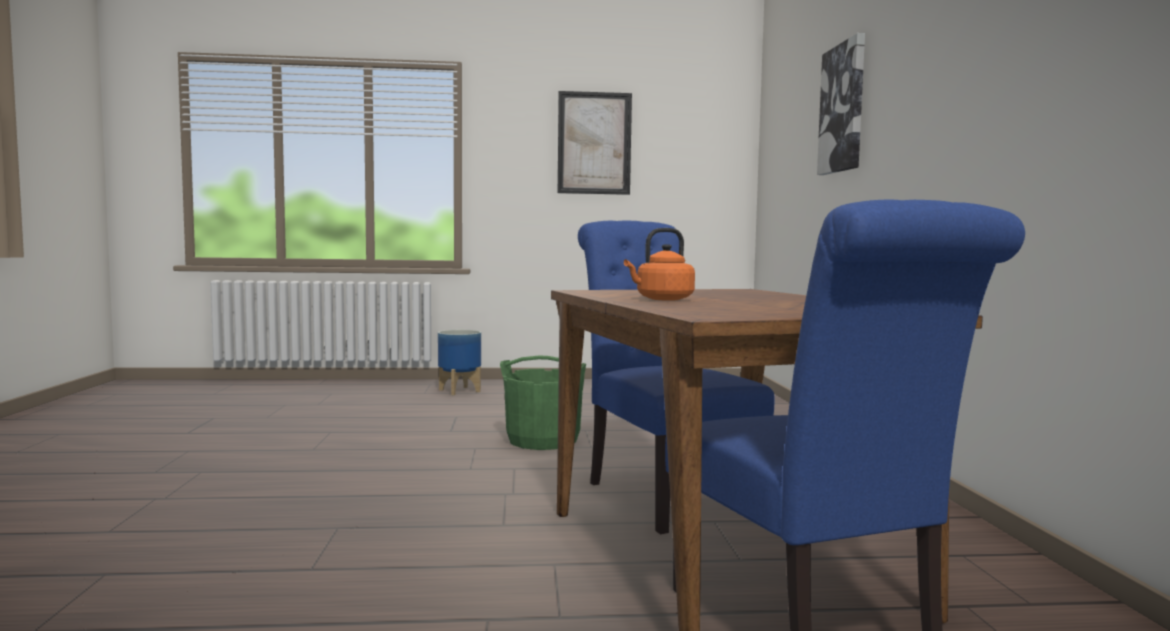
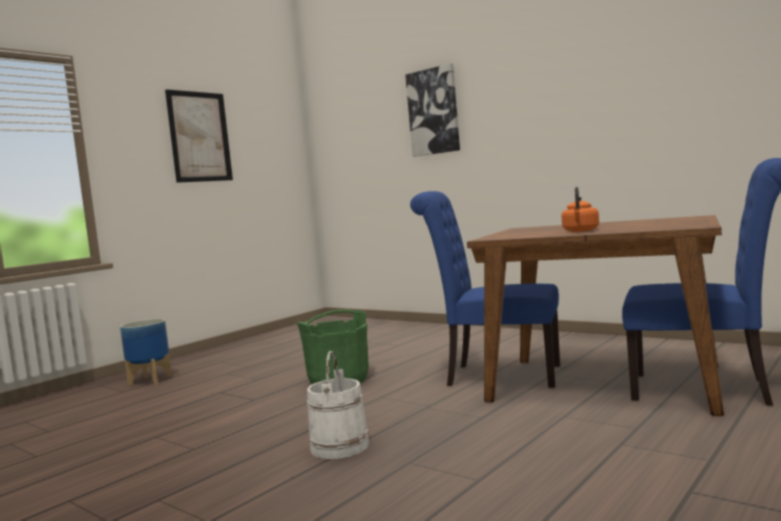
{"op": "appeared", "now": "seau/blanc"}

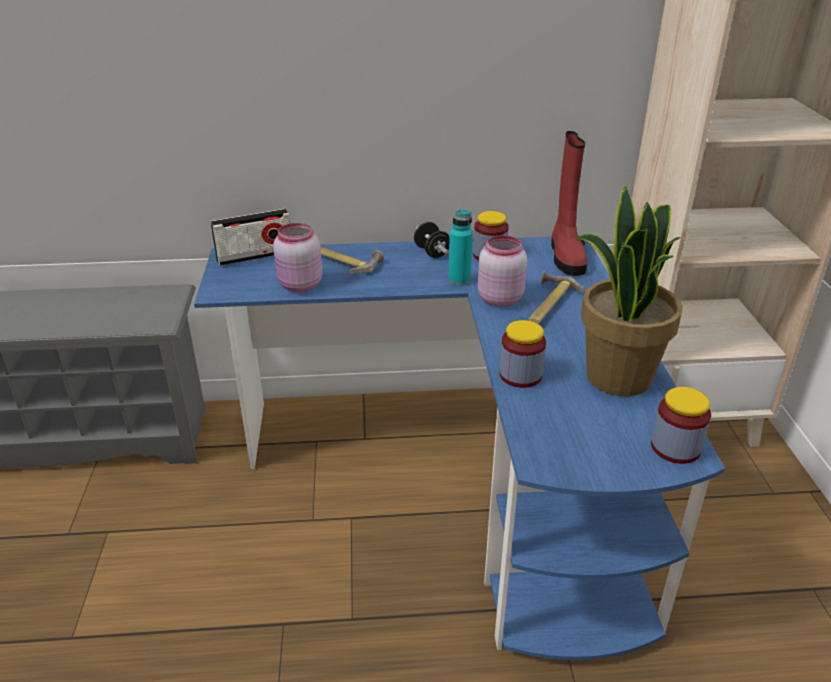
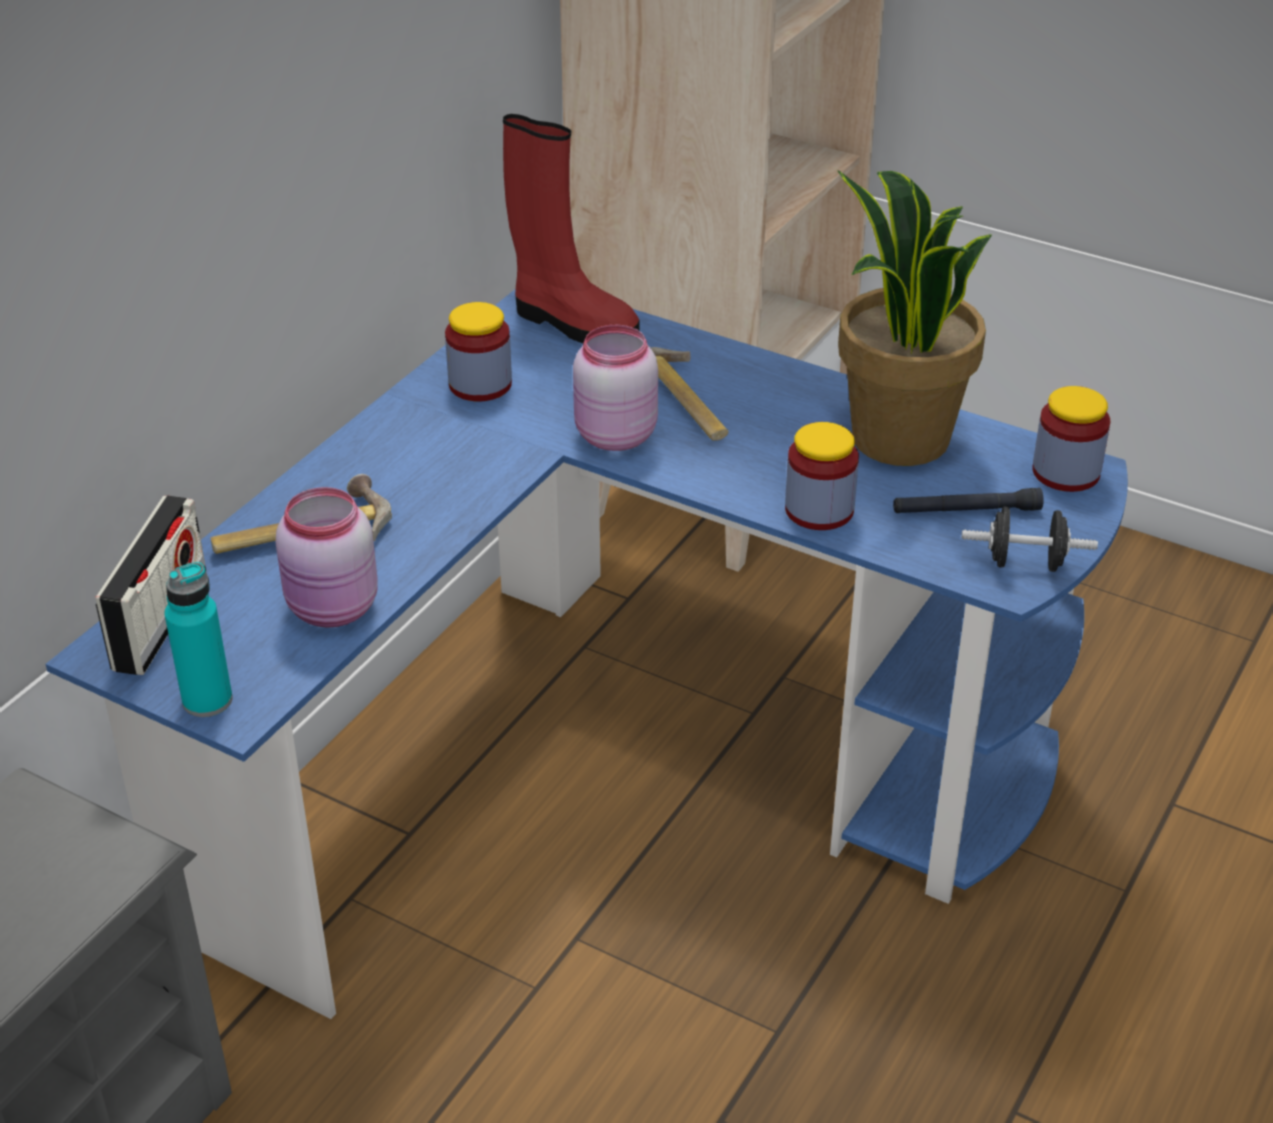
{"op": "relocated", "was": "bouteille/turquoise"}
{"op": "relocated", "was": "haltère/noir"}
{"op": "appeared", "now": "lampe de poche/noir"}

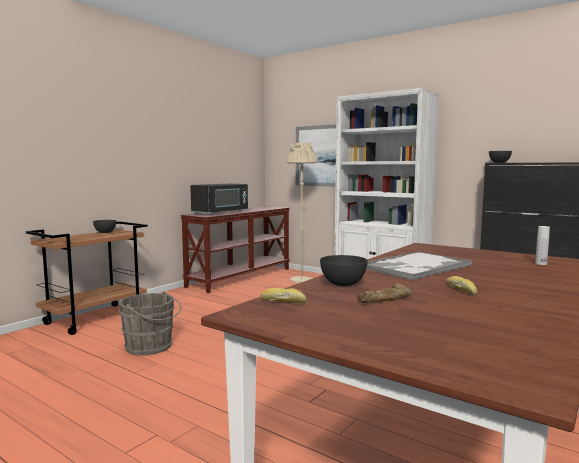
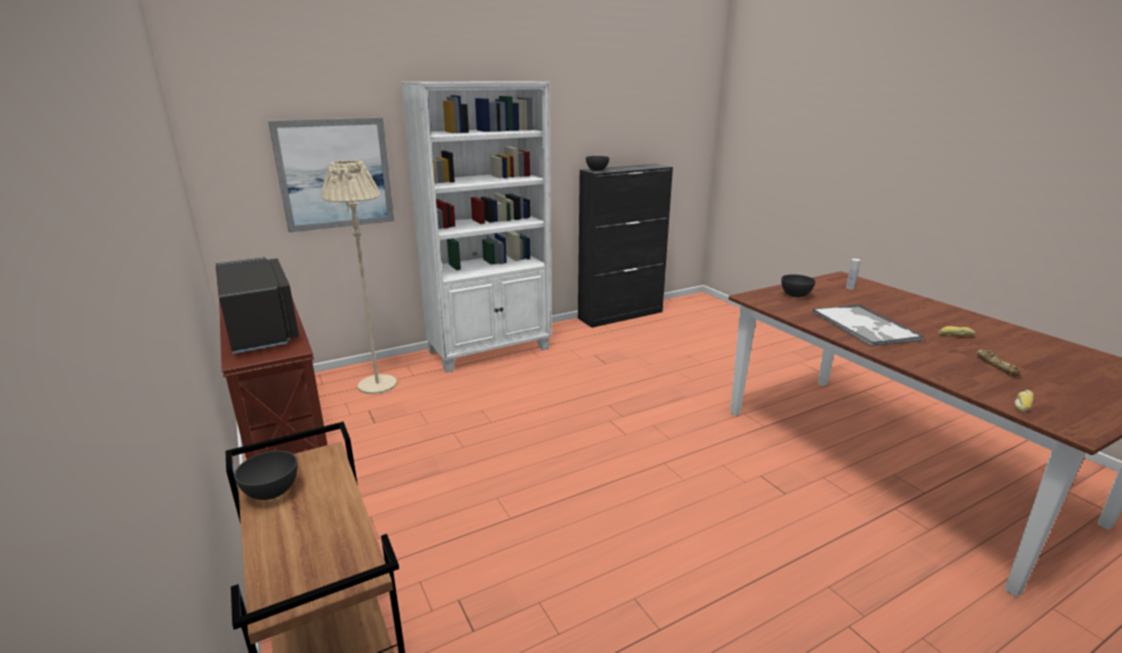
{"op": "relocated", "was": "bol/gris (no. 2 from left in the first image)", "now": "bol/gris (no. 3 from left)"}
{"op": "missing", "was": "seau/gris"}

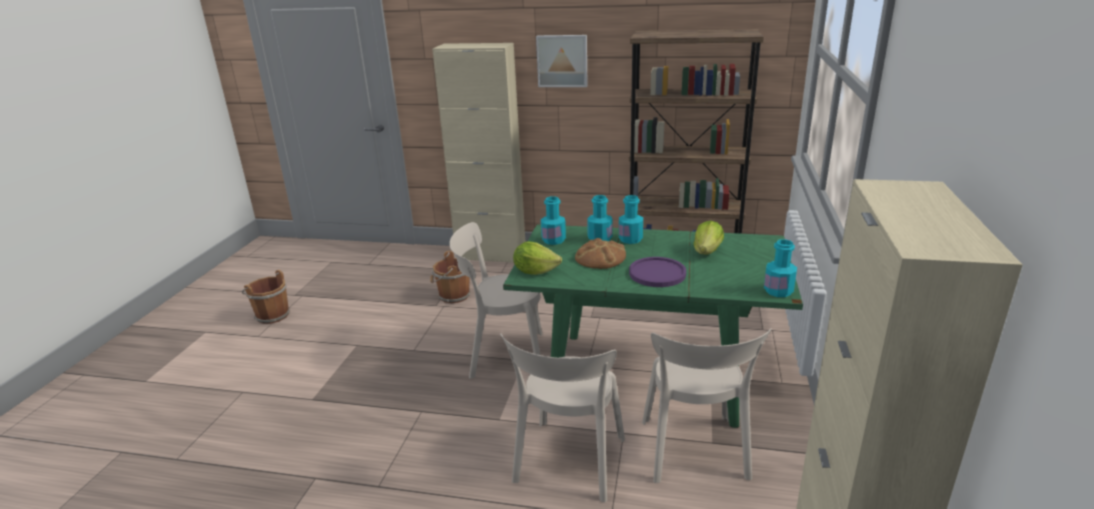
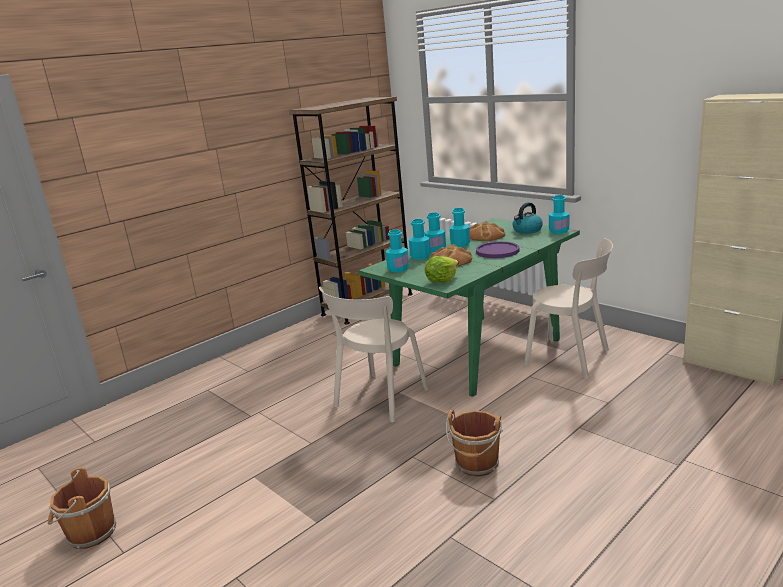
{"op": "missing", "was": "tableau"}
{"op": "missing", "was": "meuble de rangement/beige (no. 1 from left)"}
{"op": "exchanged", "was": "laitue (no. 2 from left)", "now": "pain (no. 2 from left)"}
{"op": "relocated", "was": "seau/marron (no. 2 from left)"}
{"op": "missing", "was": "chaise/beige (no. 2 from left)"}
{"op": "appeared", "now": "bouilloire"}
{"op": "appeared", "now": "bouteille/turquoise (no. 4 from left)"}

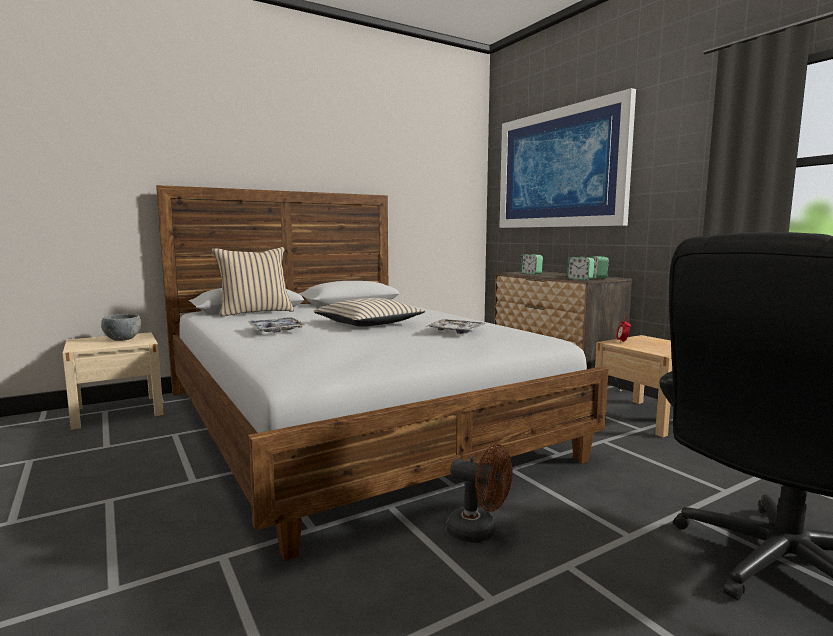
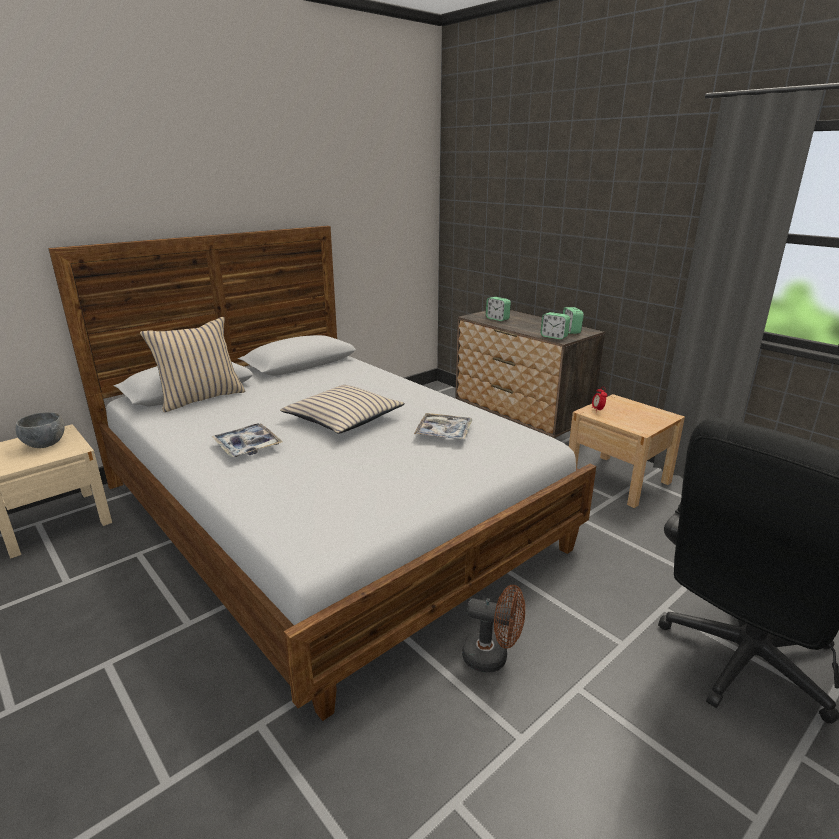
{"op": "missing", "was": "tableau"}

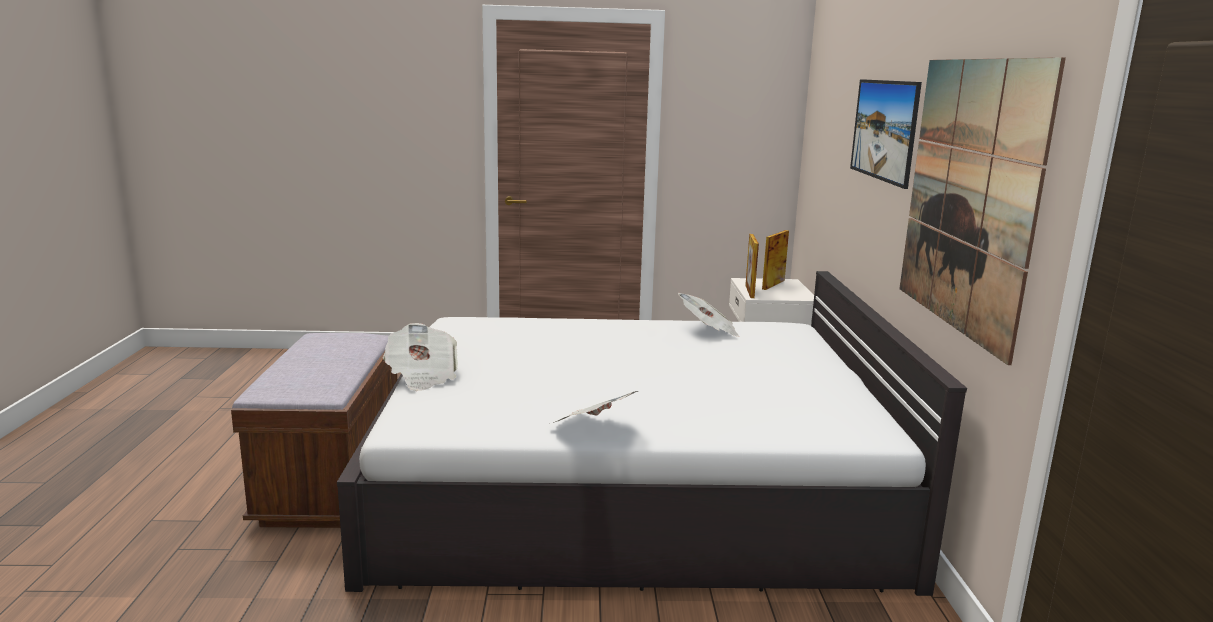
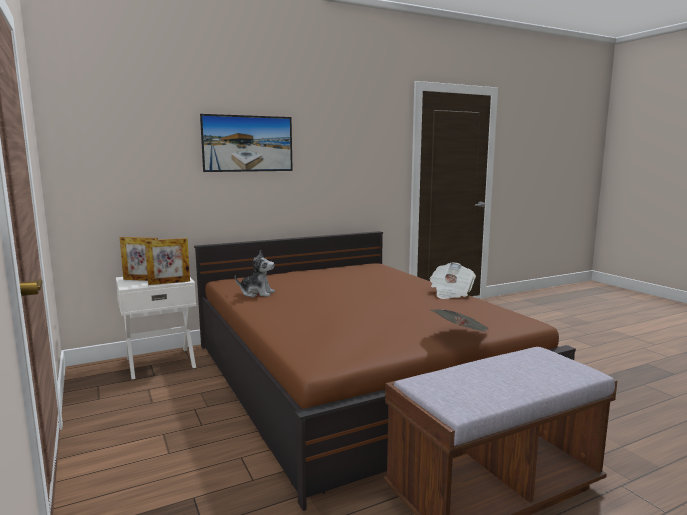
{"op": "missing", "was": "tableau (no. 2 from left)"}
{"op": "colour", "was": "lit/blanc", "now": "lit/marron"}
{"op": "exchanged", "was": "journal (no. 3 from left)", "now": "peluche"}

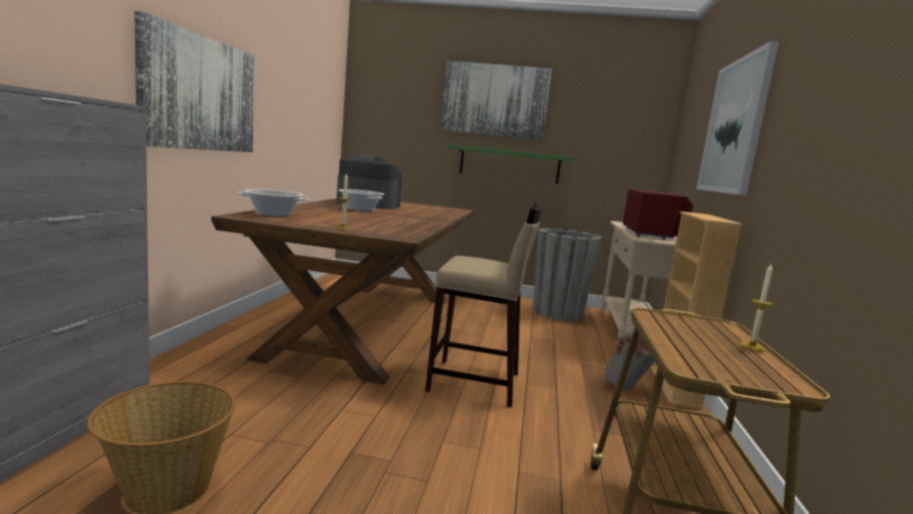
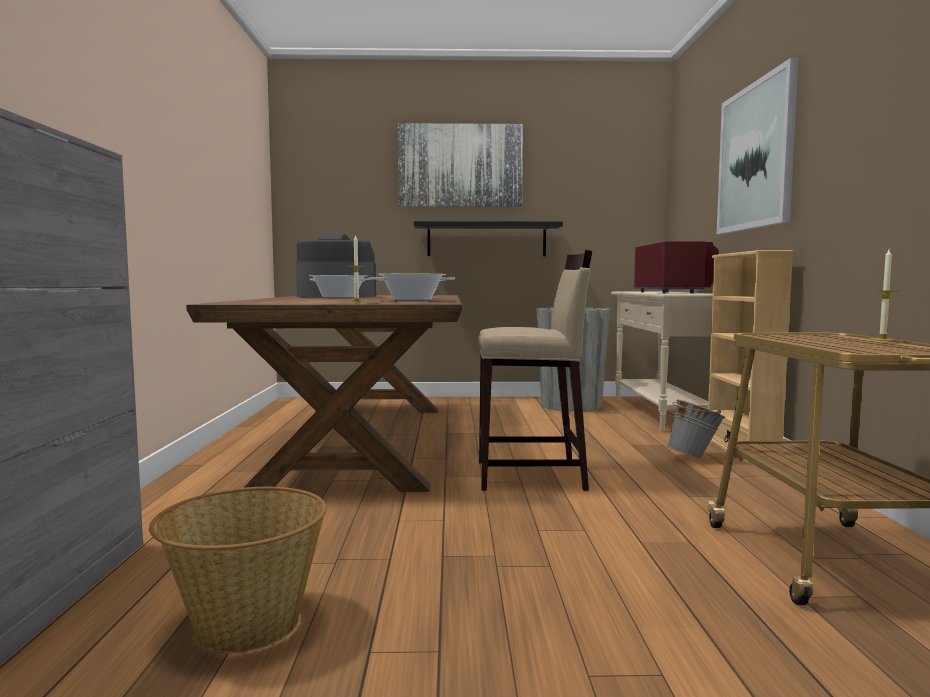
{"op": "missing", "was": "tableau (no. 1 from left)"}
{"op": "colour", "was": "étagère/vert", "now": "étagère/noir"}
{"op": "relocated", "was": "marmite (no. 1 from left in the first image)", "now": "marmite (no. 2 from left)"}

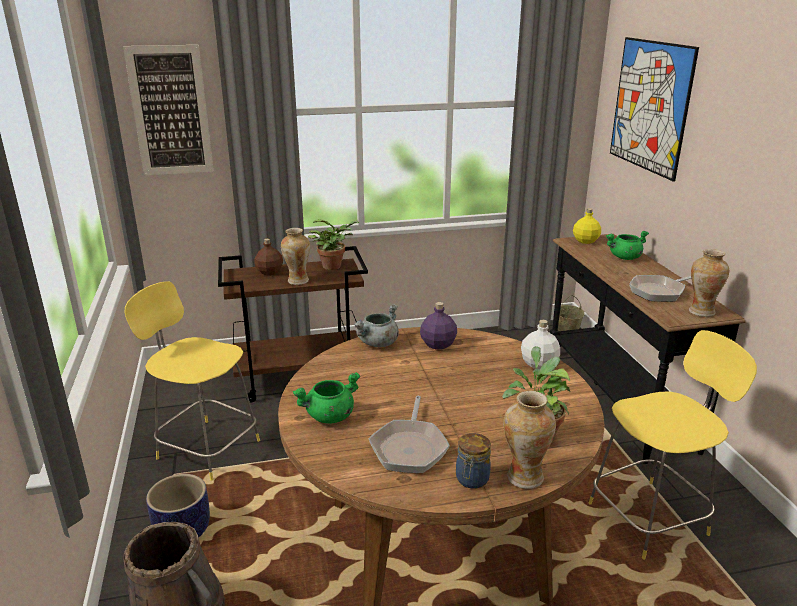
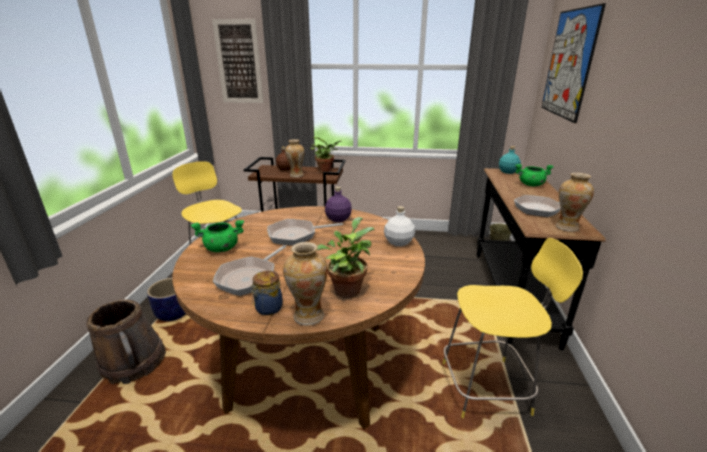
{"op": "colour", "was": "bouteille/jaune", "now": "bouteille/turquoise"}
{"op": "missing", "was": "marmite/gris"}
{"op": "appeared", "now": "poêle (no. 2 from left)"}

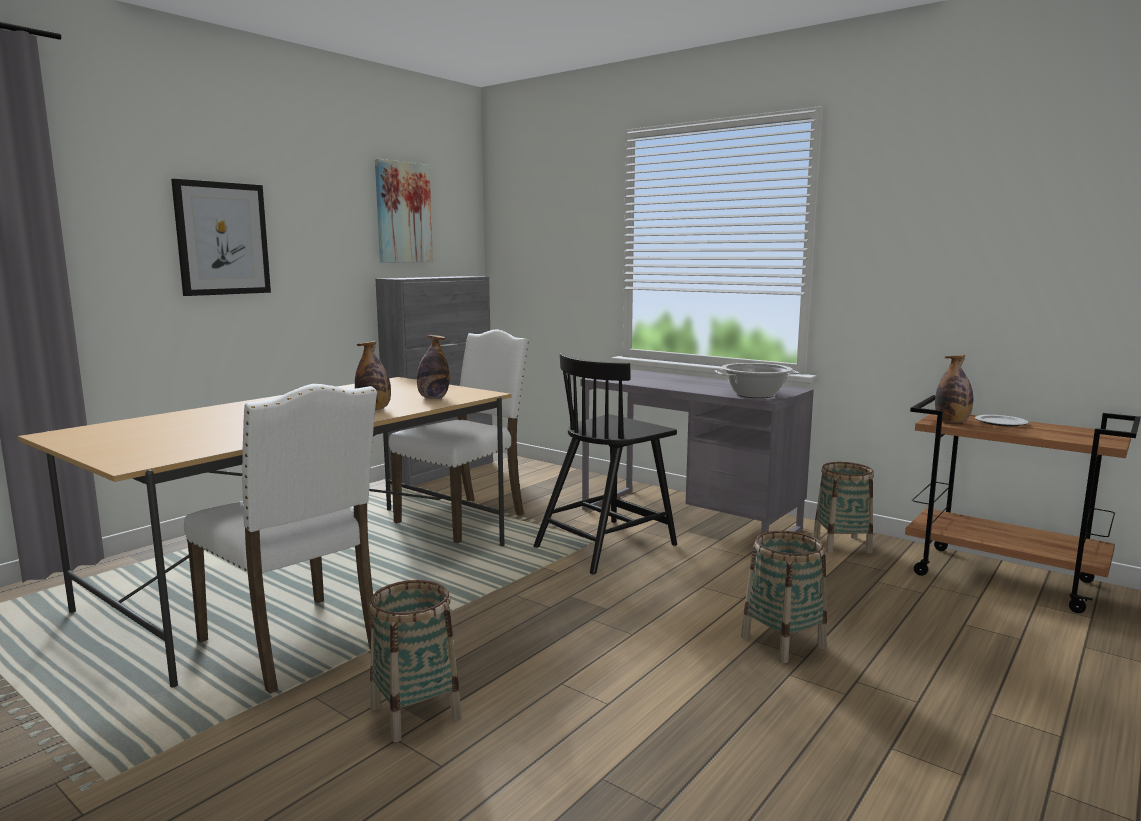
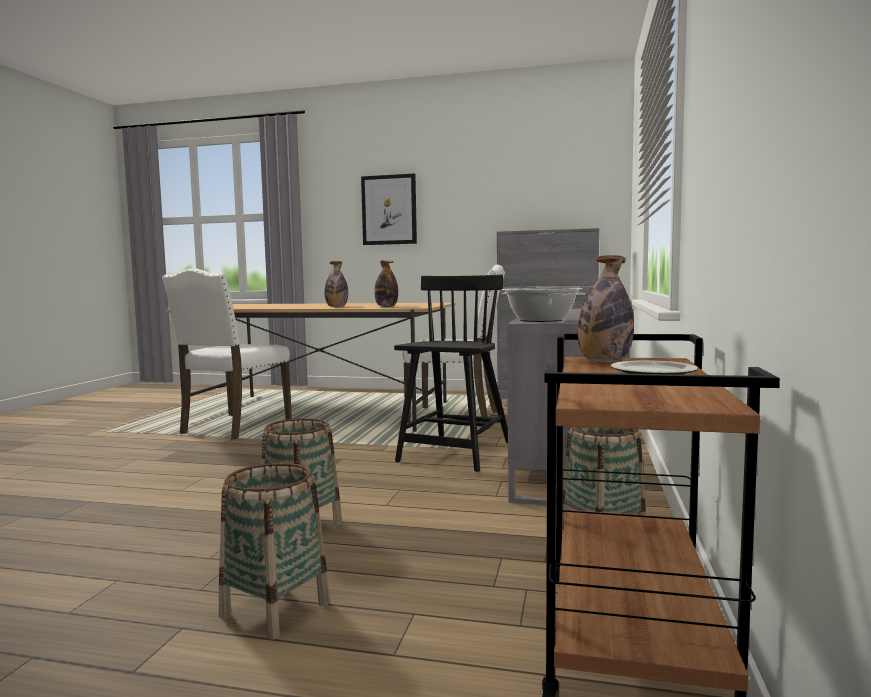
{"op": "missing", "was": "tableau (no. 2 from left)"}
{"op": "spun", "was": "chaise/noir", "clockwise": 90}
{"op": "relocated", "was": "panier (no. 1 from left)"}

